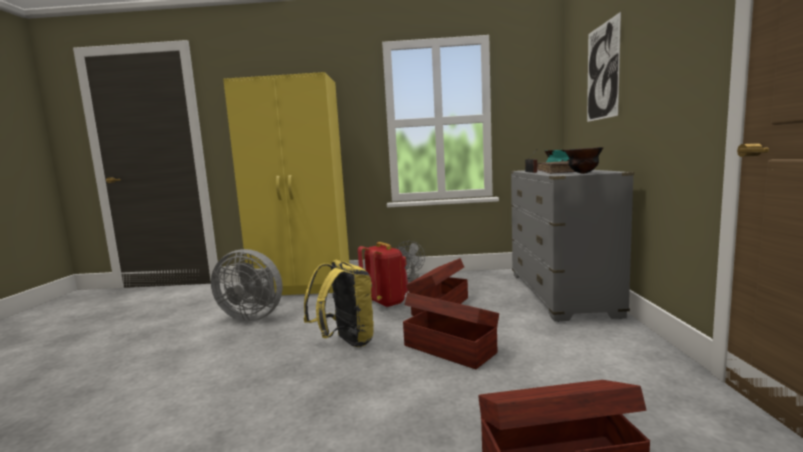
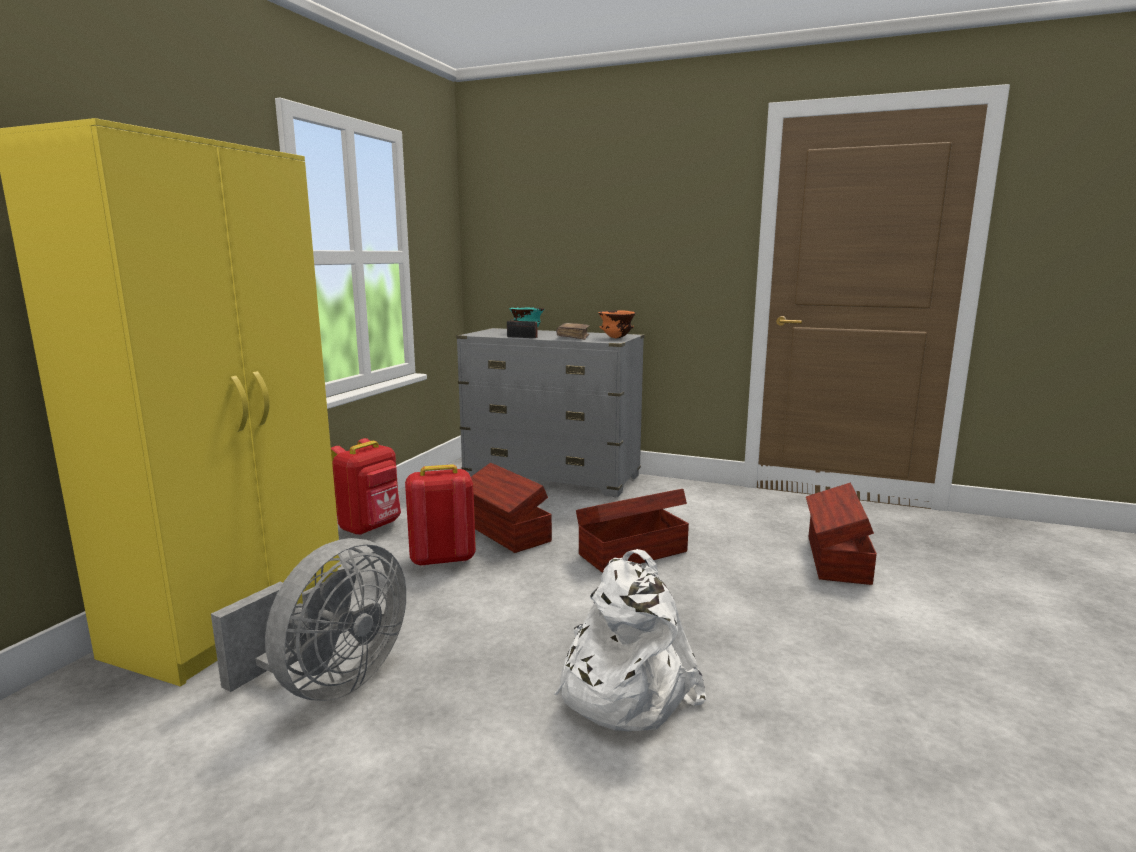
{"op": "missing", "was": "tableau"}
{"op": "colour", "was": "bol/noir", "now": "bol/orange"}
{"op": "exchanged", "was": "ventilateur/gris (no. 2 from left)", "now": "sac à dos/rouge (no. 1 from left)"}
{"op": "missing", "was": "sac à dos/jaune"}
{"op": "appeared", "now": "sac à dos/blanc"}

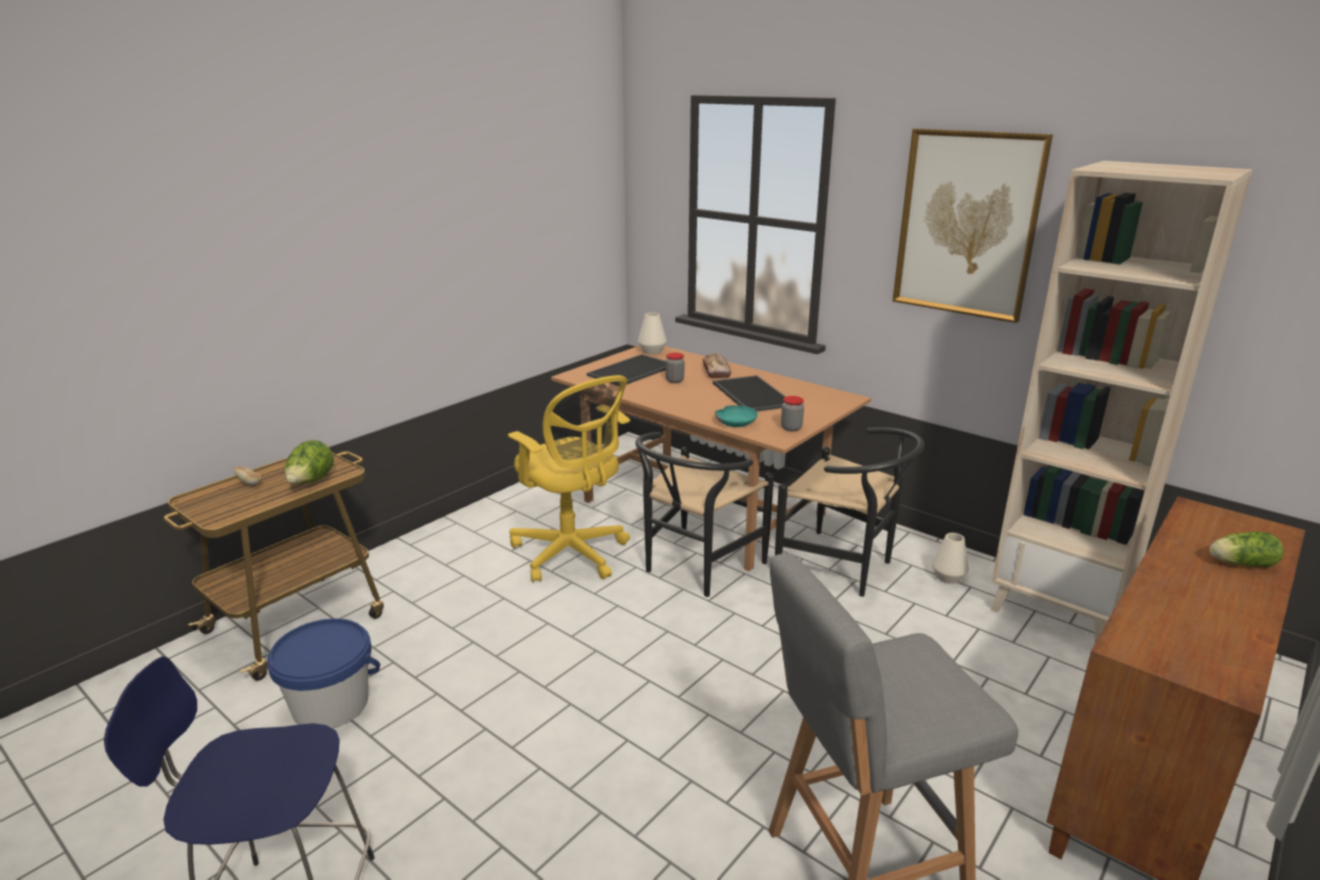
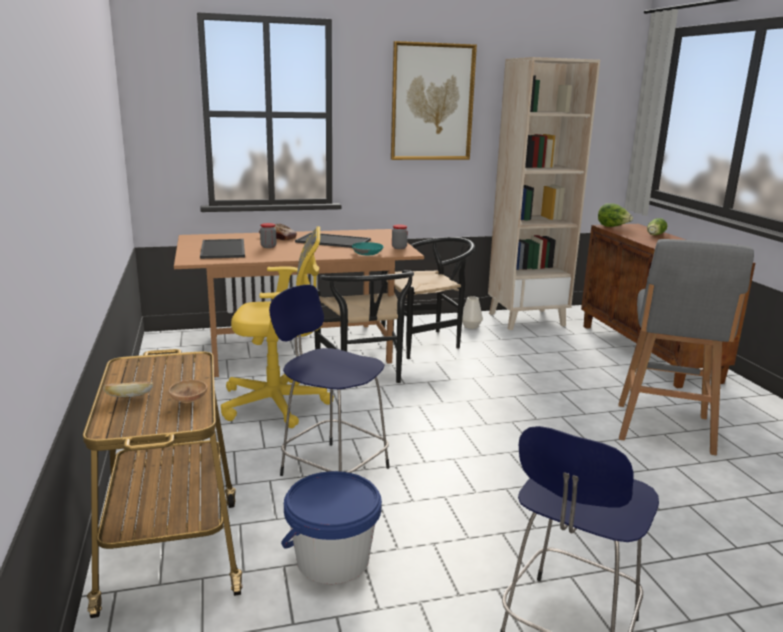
{"op": "missing", "was": "vase/blanc (no. 1 from left)"}
{"op": "relocated", "was": "laitue (no. 1 from left)"}
{"op": "appeared", "now": "tabouret/bleu (no. 1 from left)"}
{"op": "appeared", "now": "bol/marron"}

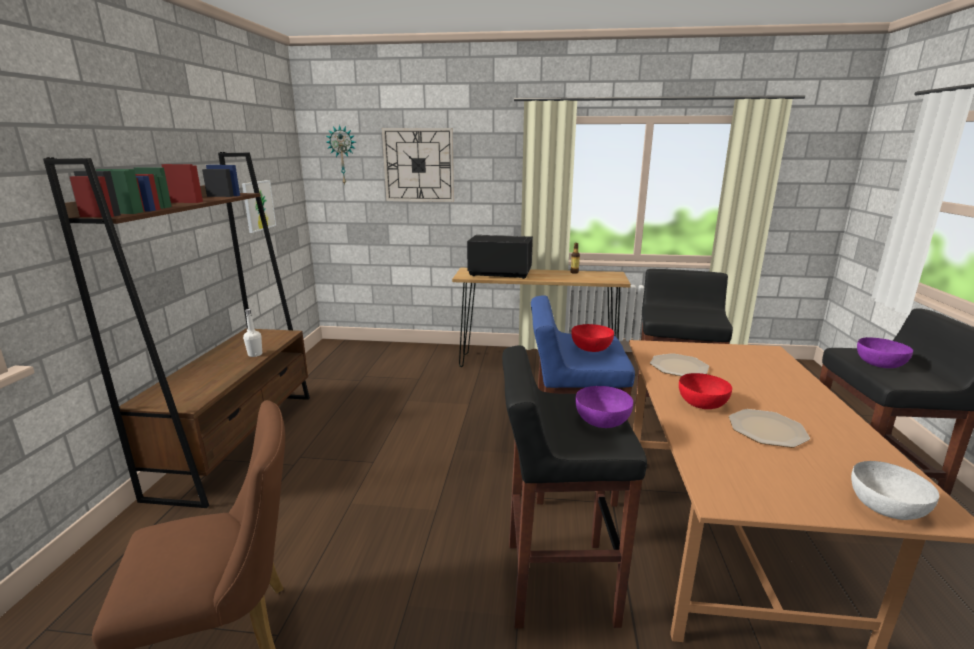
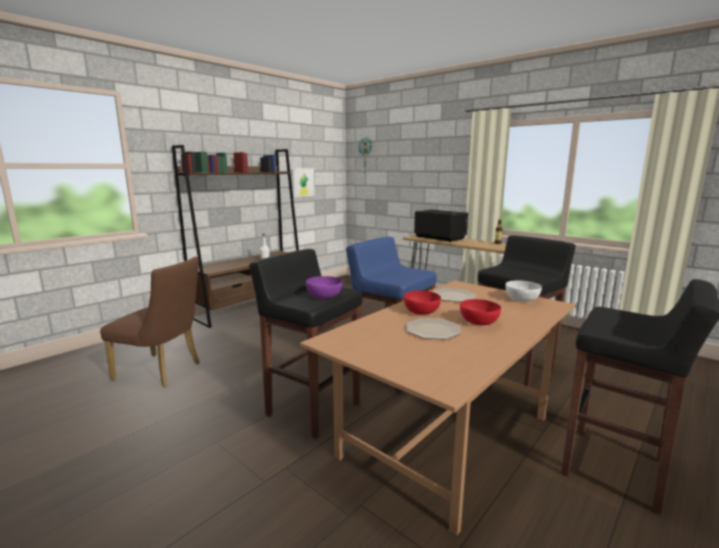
{"op": "missing", "was": "horloge murale (no. 2 from left)"}
{"op": "relocated", "was": "bol/rouge (no. 1 from left in the first image)", "now": "bol/rouge (no. 2 from left)"}
{"op": "missing", "was": "bol/violet (no. 2 from left)"}
{"op": "relocated", "was": "bol/blanc"}

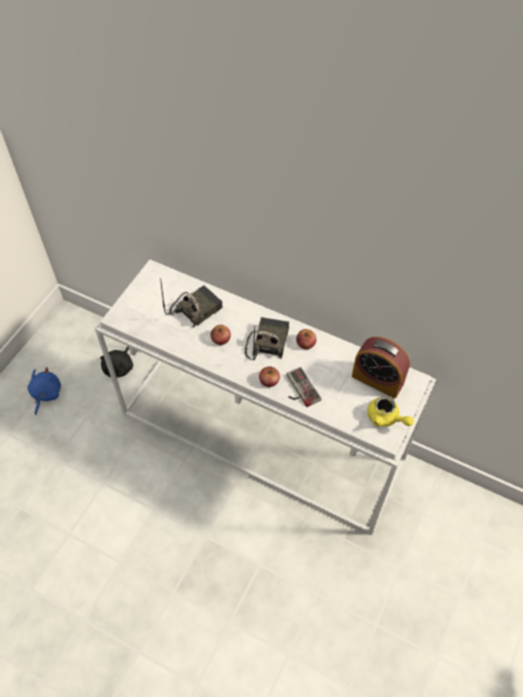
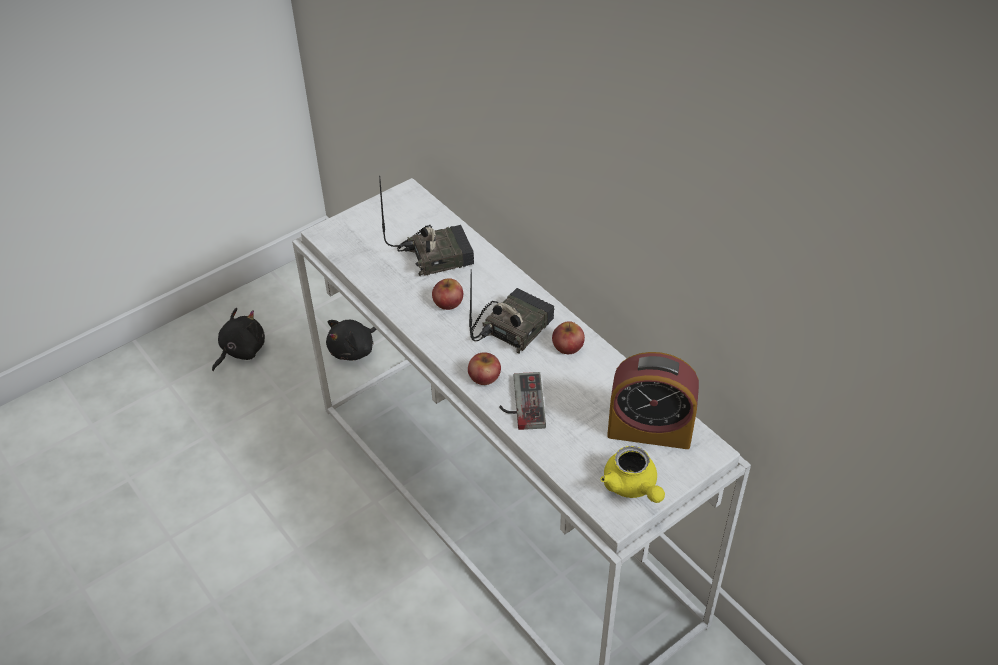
{"op": "spun", "was": "réveil", "clockwise": -45}
{"op": "colour", "was": "peluche/bleu", "now": "peluche/noir (no. 1 from left)"}

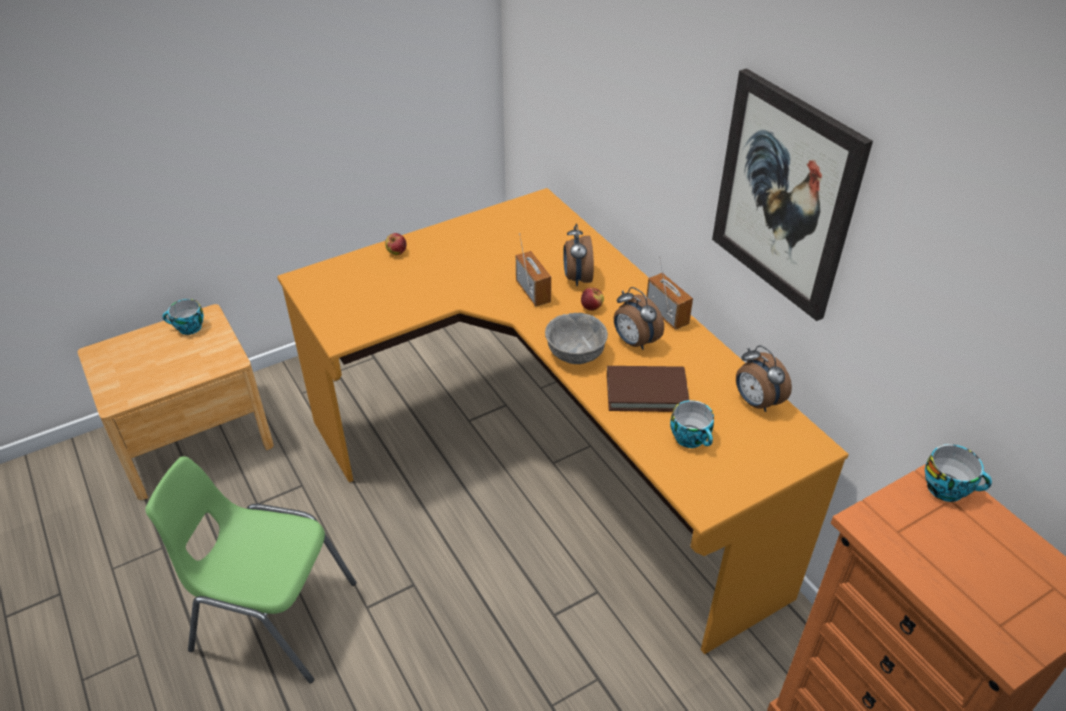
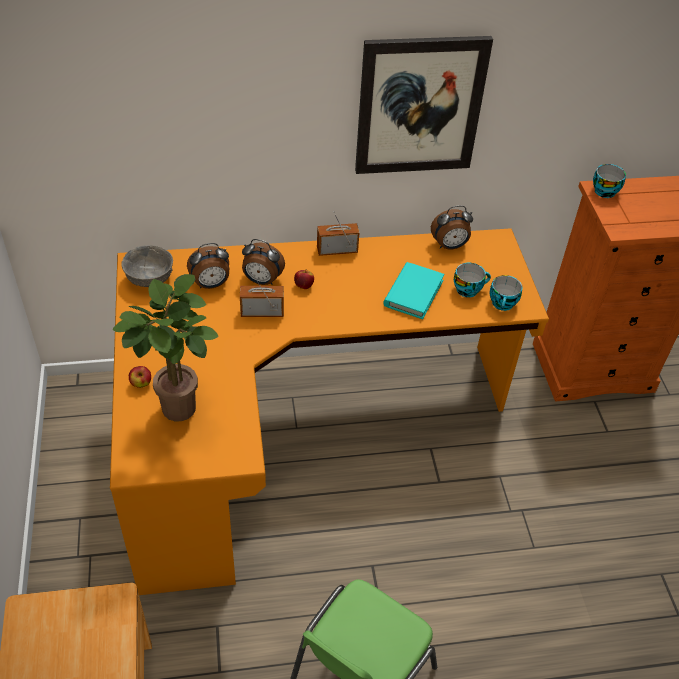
{"op": "relocated", "was": "réveil (no. 2 from left in the first image)", "now": "réveil (no. 1 from left)"}
{"op": "relocated", "was": "tasse (no. 1 from left in the first image)", "now": "tasse (no. 2 from left)"}
{"op": "relocated", "was": "bol/gris"}
{"op": "colour", "was": "livre/marron", "now": "livre/turquoise"}
{"op": "appeared", "now": "plante en pot"}

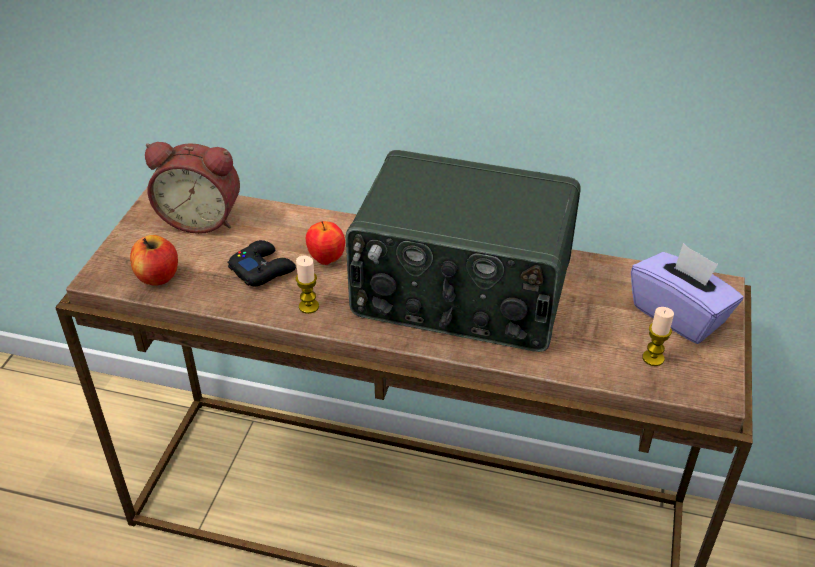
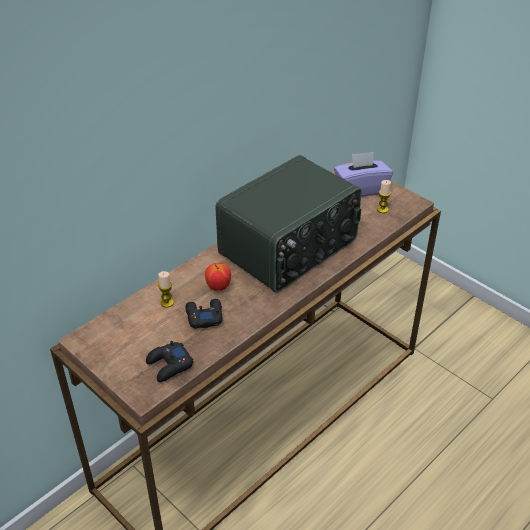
{"op": "missing", "was": "réveil"}
{"op": "exchanged", "was": "pomme (no. 1 from left)", "now": "manette/noir (no. 1 from left)"}
{"op": "relocated", "was": "bougie (no. 1 from left)"}

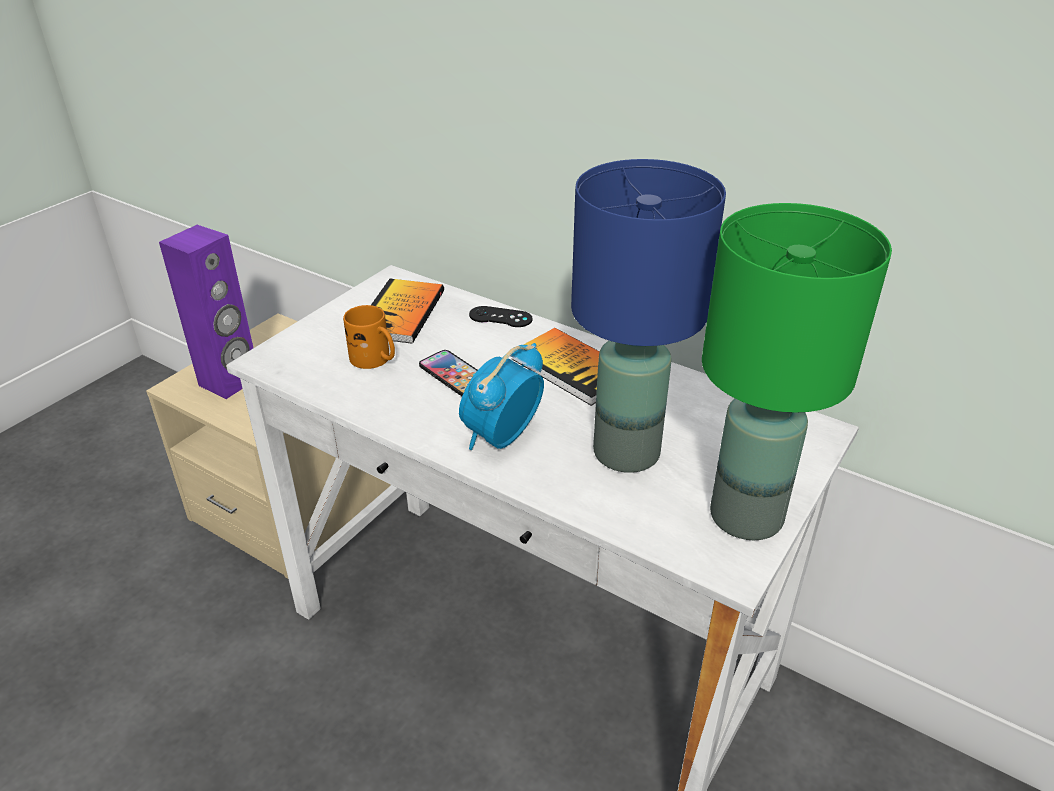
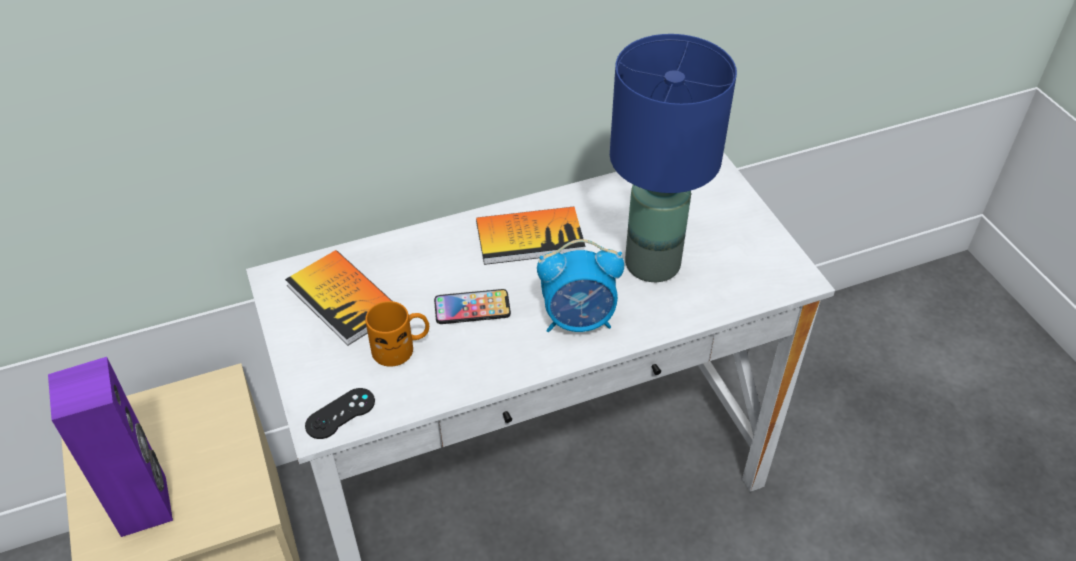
{"op": "missing", "was": "lampe de table/vert"}
{"op": "relocated", "was": "manette/noir"}
{"op": "spun", "was": "réveil", "clockwise": -75}

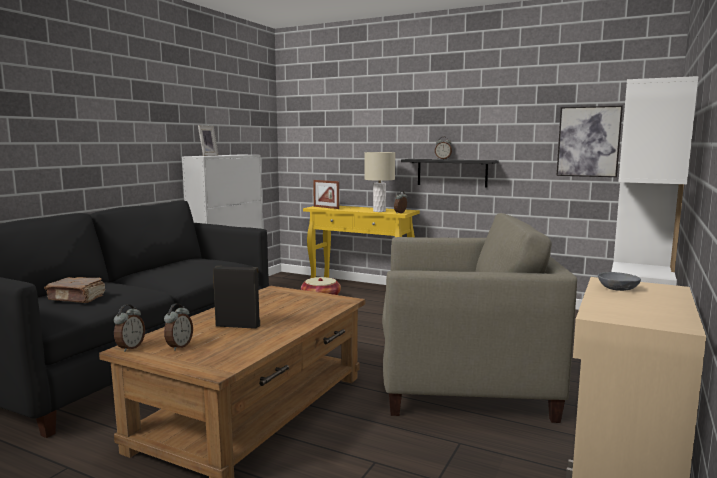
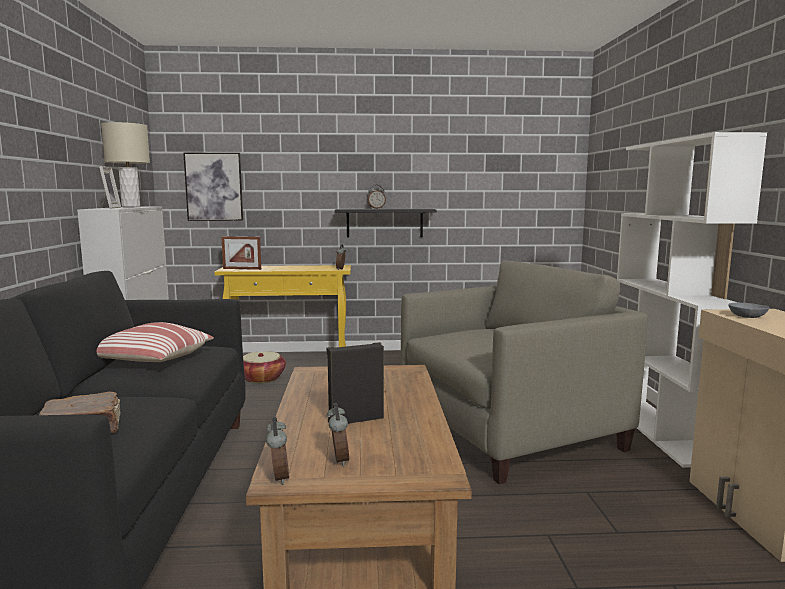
{"op": "relocated", "was": "tableau"}
{"op": "relocated", "was": "lampe de table/beige"}
{"op": "appeared", "now": "coussin"}

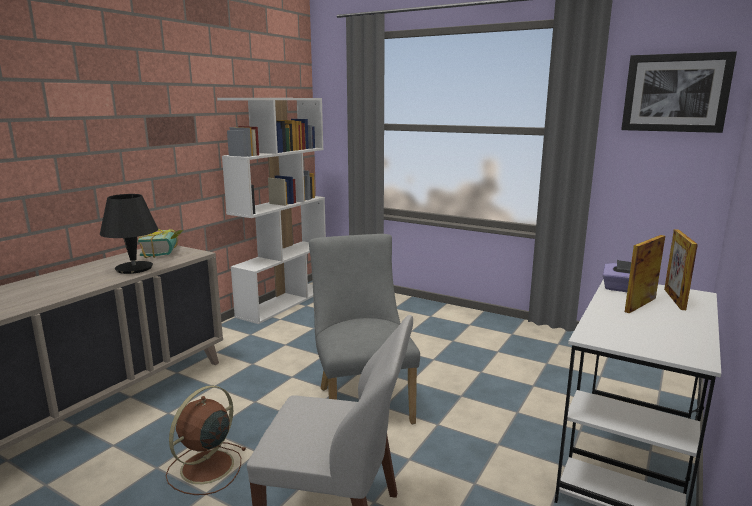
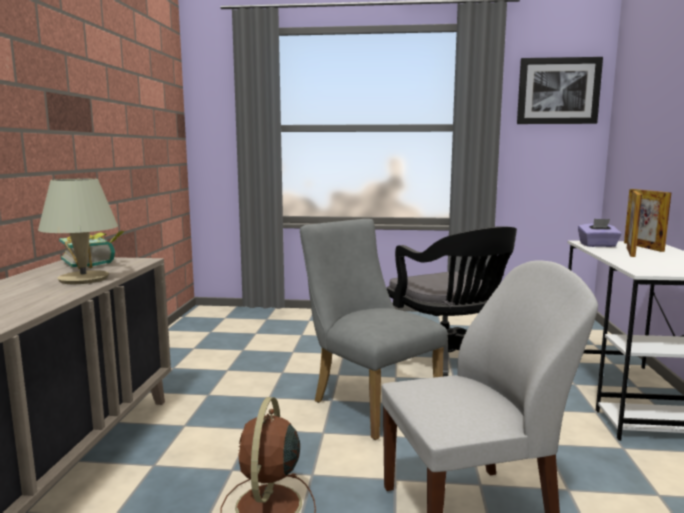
{"op": "missing", "was": "bibliothèque/blanc"}
{"op": "colour", "was": "lampe de table/noir", "now": "lampe de table/beige"}
{"op": "appeared", "now": "chaise de bureau/noir"}

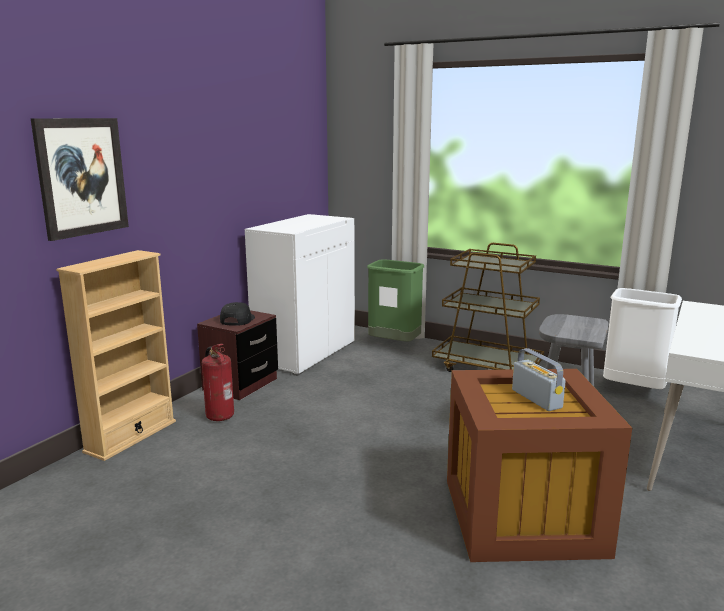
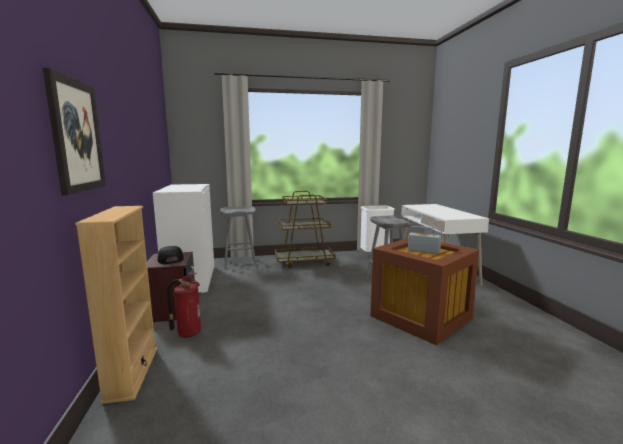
{"op": "exchanged", "was": "poubelle/vert", "now": "tabouret/gris (no. 1 from left)"}

